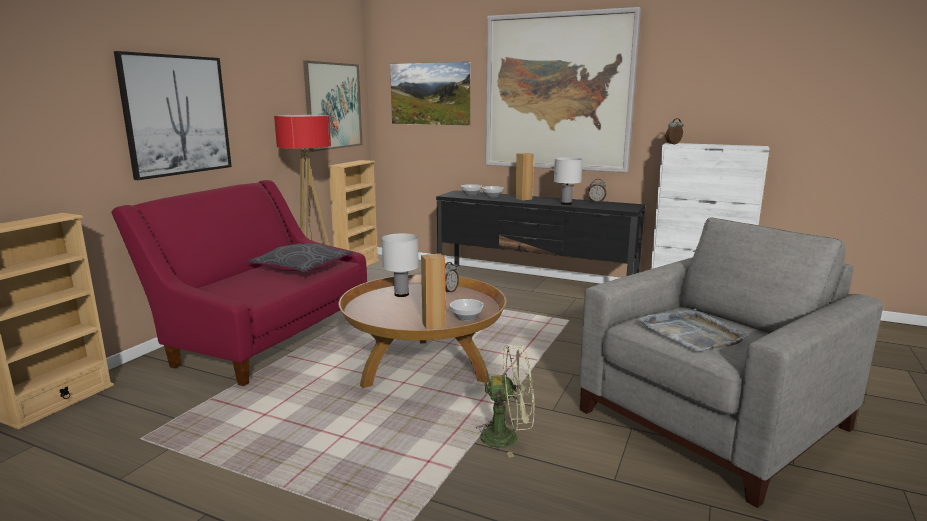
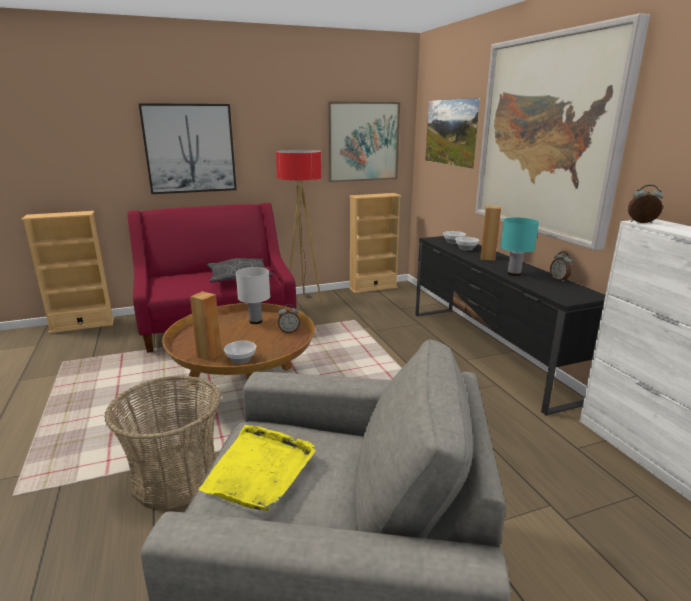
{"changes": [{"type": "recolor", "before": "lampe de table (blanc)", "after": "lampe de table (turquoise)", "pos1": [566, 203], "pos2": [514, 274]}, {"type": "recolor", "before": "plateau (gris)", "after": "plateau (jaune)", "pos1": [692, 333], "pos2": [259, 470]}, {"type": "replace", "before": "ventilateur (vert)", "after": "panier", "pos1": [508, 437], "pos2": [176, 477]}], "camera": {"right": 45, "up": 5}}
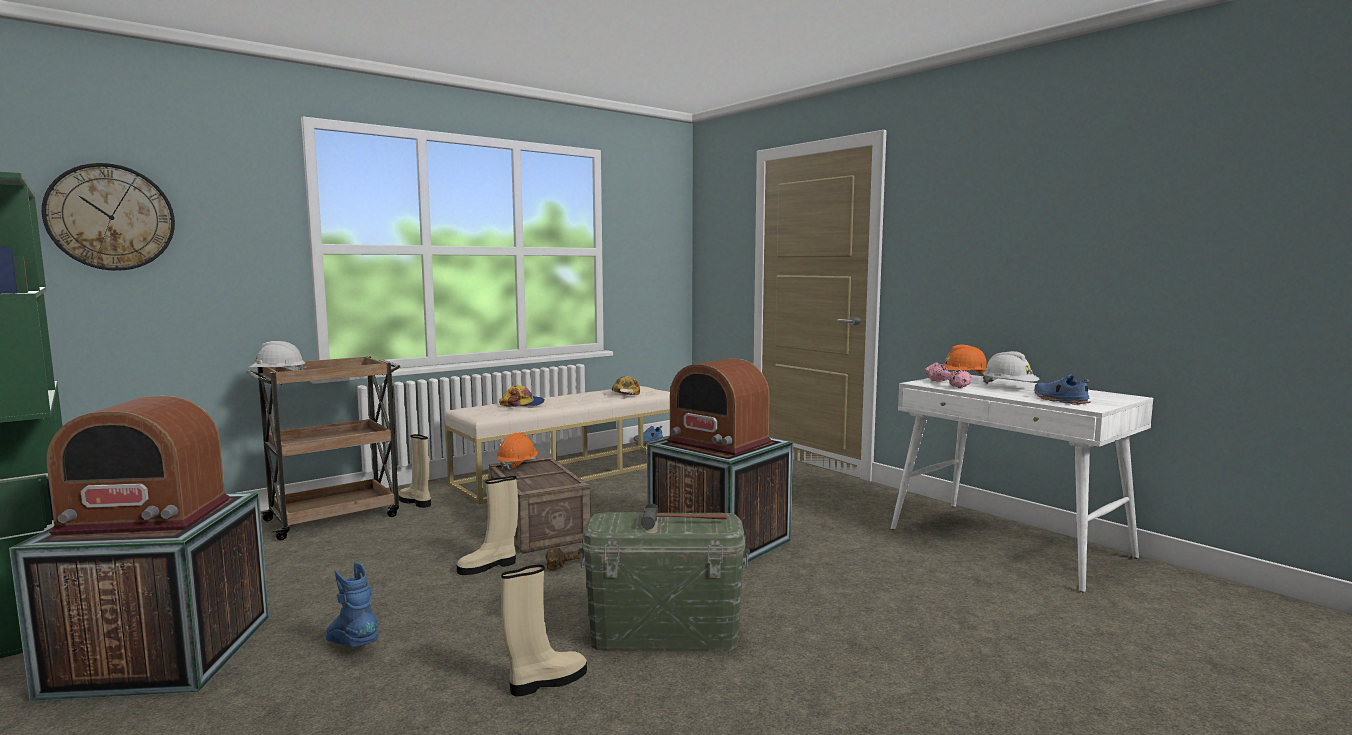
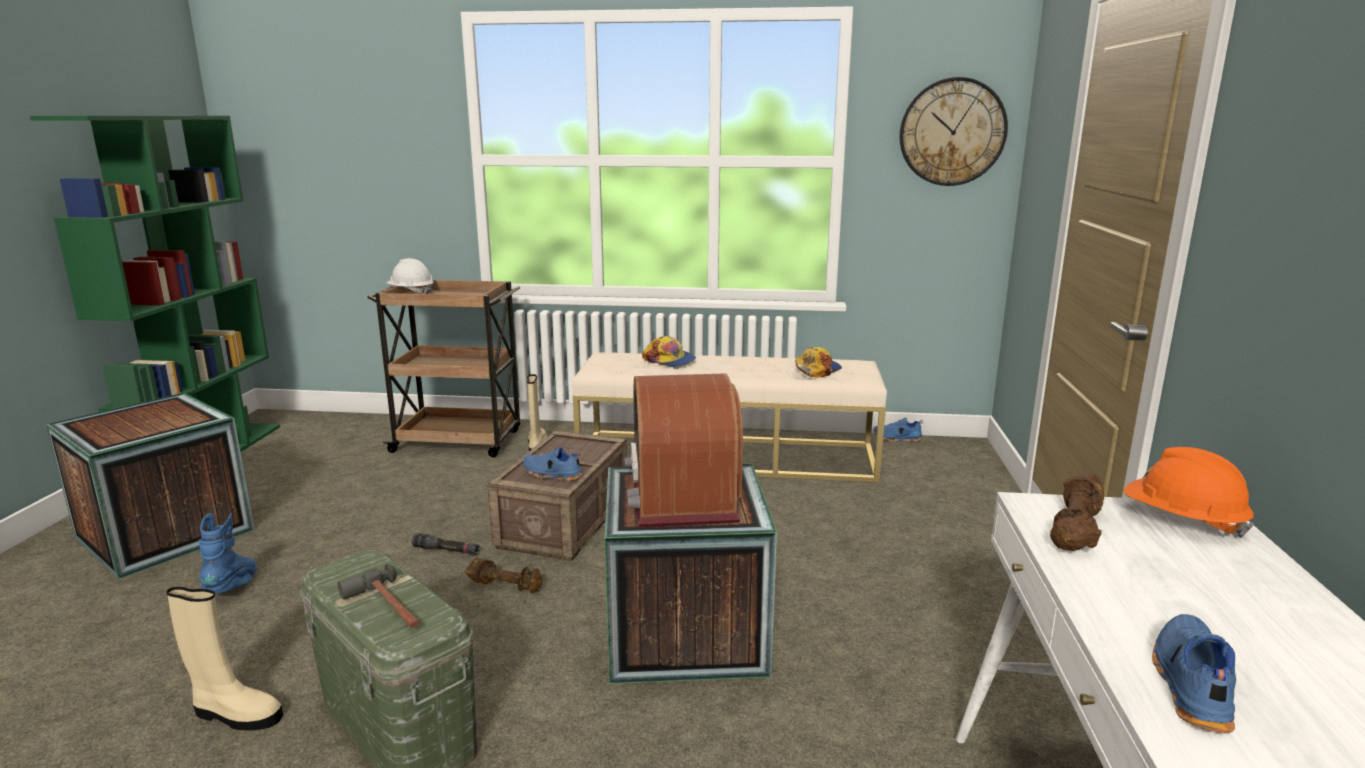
{"changes": [{"type": "move", "before": "horloge murale", "pos1": [111, 217], "pos2": [952, 132]}, {"type": "delete", "before": "casque de chantier (blanc)", "pos1": [1009, 387]}, {"type": "recolor", "before": "haltère (rose)", "after": "haltère (marron)", "pos1": [948, 385], "pos2": [1077, 530]}, {"type": "delete", "before": "radio", "pos1": [145, 517]}, {"type": "delete", "before": "casque de chantier (orange)", "pos1": [518, 465]}, {"type": "replace", "before": "botte (beige)", "after": "lampe de poche (noir)", "pos1": [489, 566], "pos2": [446, 550]}, {"type": "insert", "after": "chaussure (bleu)", "pos2": [552, 474]}], "camera": {"right": 45, "up": 10}}
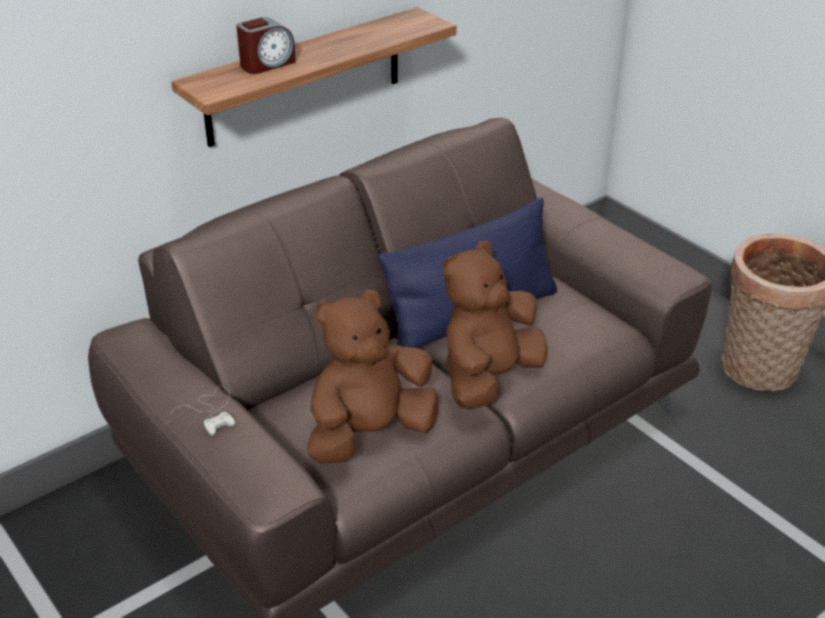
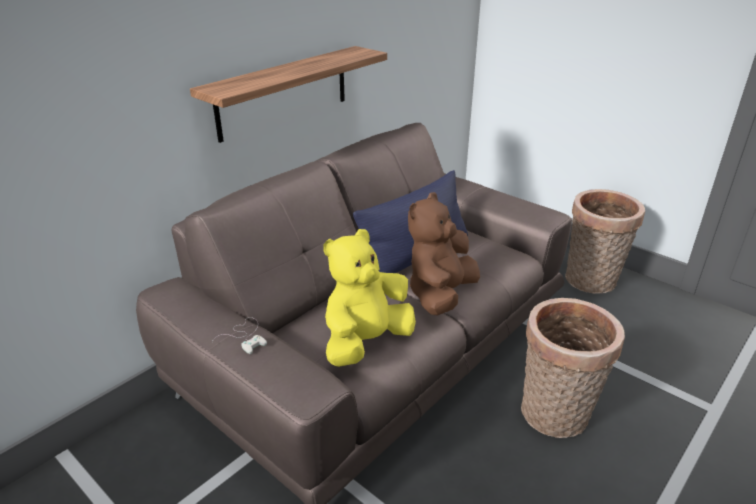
{"changes": [{"type": "delete", "before": "réveil", "pos1": [267, 64]}, {"type": "recolor", "before": "peluche (marron)", "after": "peluche (jaune)", "pos1": [369, 434], "pos2": [366, 342]}, {"type": "insert", "after": "panier", "pos2": [555, 417]}], "camera": {"right": -10, "up": -5}}
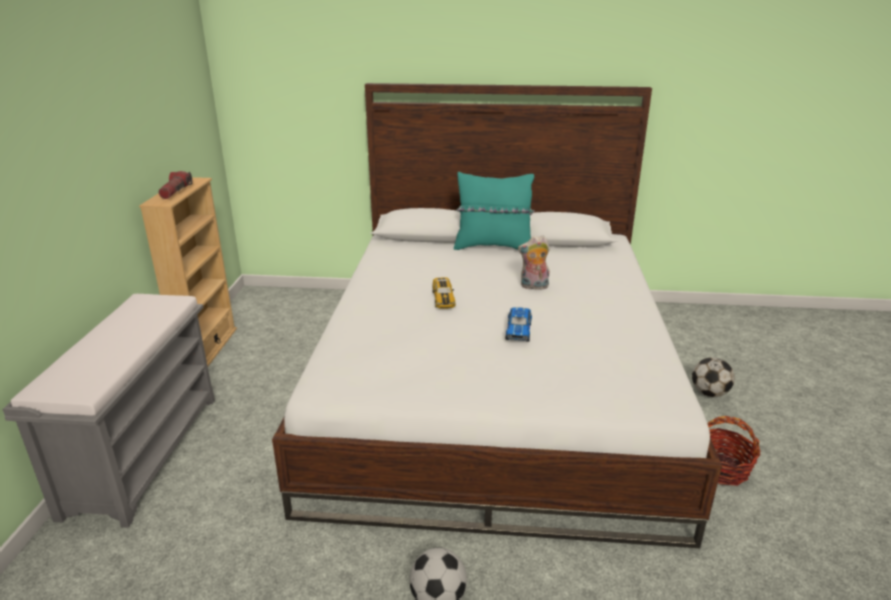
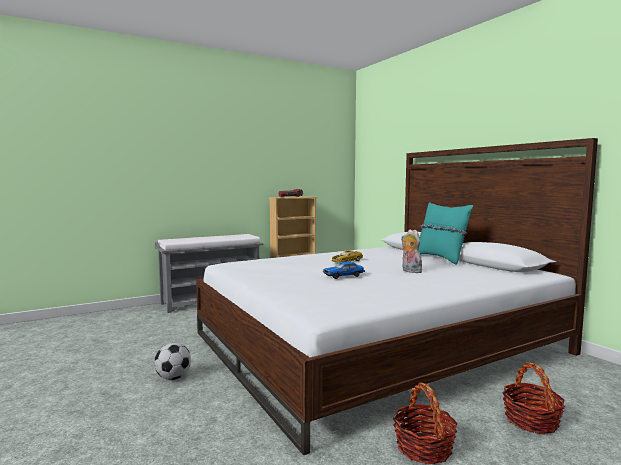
{"changes": [{"type": "replace", "before": "ballon de foot", "after": "panier", "pos1": [709, 393], "pos2": [531, 420]}], "camera": {"right": 55, "up": -20}}
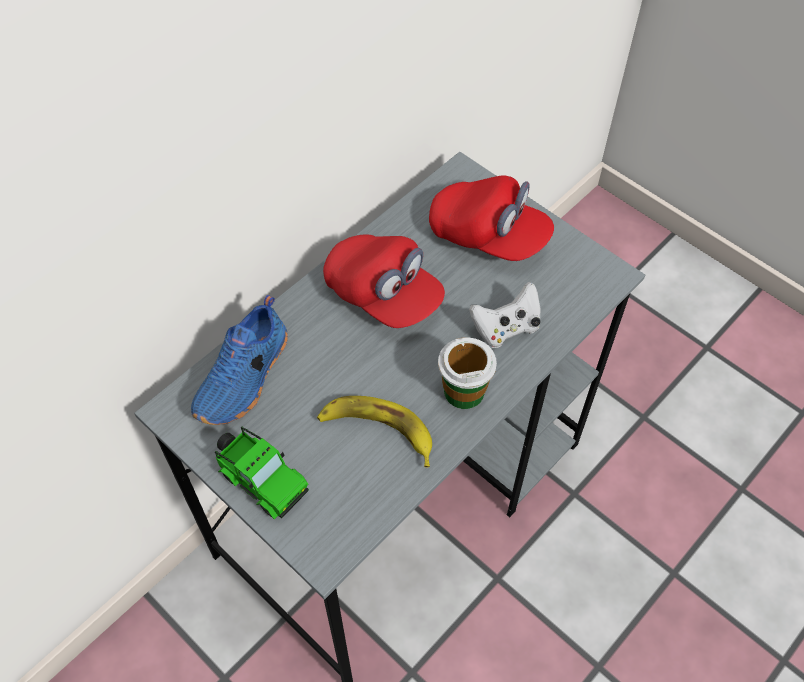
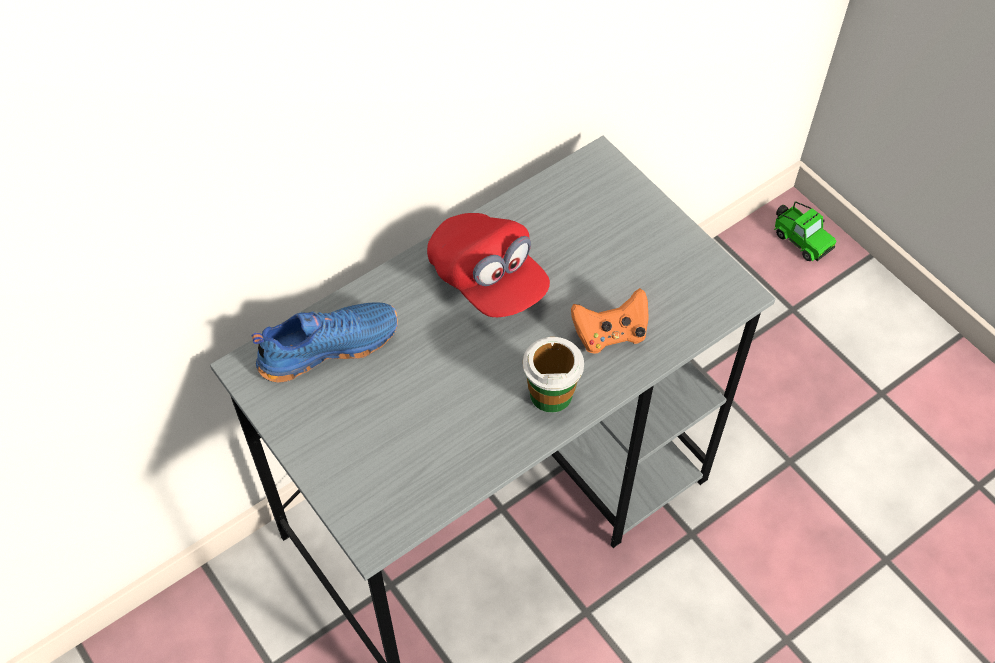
{"changes": [{"type": "delete", "before": "casquette (rouge)", "pos1": [488, 236]}, {"type": "recolor", "before": "manette (blanc)", "after": "manette (orange)", "pos1": [506, 328], "pos2": [610, 334]}, {"type": "rotate", "before": "chaussure (bleu)", "pos1": [245, 378], "pos2": [328, 346], "turn": -150}, {"type": "delete", "before": "banane", "pos1": [377, 431]}, {"type": "move", "before": "petite voiture", "pos1": [261, 480], "pos2": [800, 239]}], "camera": {"right": 10, "up": 0}}
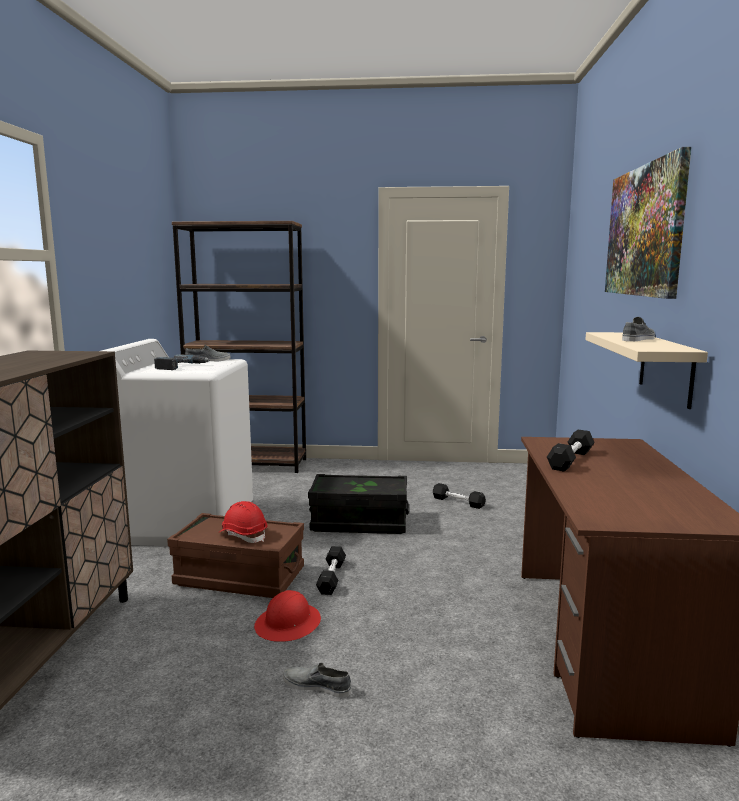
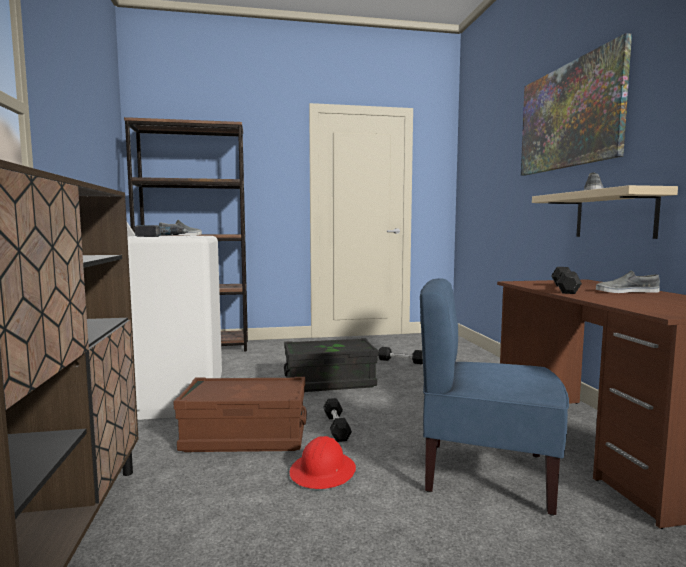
{"changes": [{"type": "delete", "before": "casque de chantier (rouge)", "pos1": [243, 535]}, {"type": "move", "before": "chaussure (gris)", "pos1": [317, 685], "pos2": [626, 292]}, {"type": "insert", "after": "chaise (bleu)", "pos2": [485, 474]}], "camera": {"right": -15, "up": -5}}
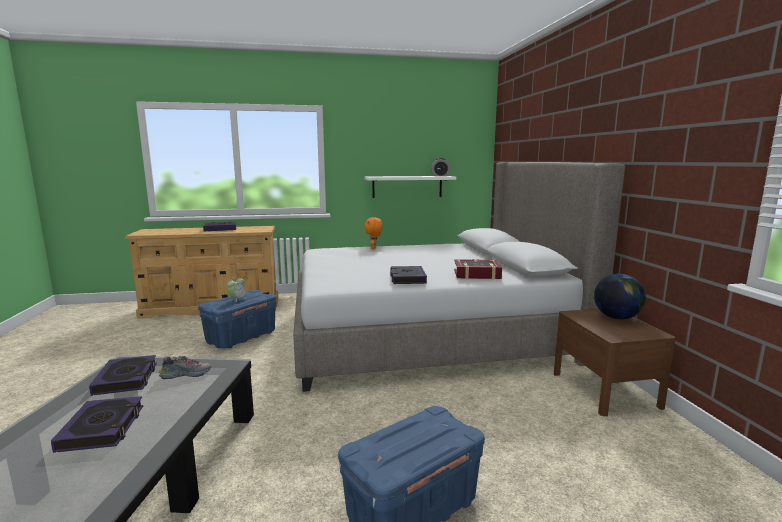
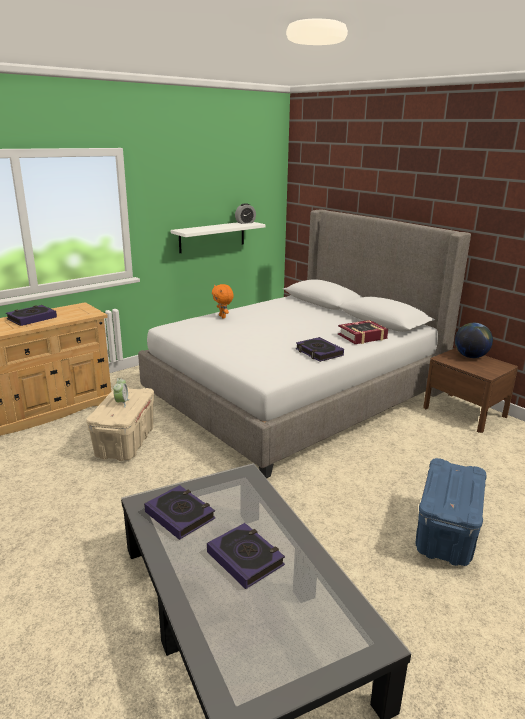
{"changes": [{"type": "recolor", "before": "boîte de rangement (bleu)", "after": "boîte de rangement (beige)", "pos1": [241, 337], "pos2": [125, 442]}, {"type": "delete", "before": "chaussure", "pos1": [186, 374]}], "camera": {"right": -30, "up": 10}}
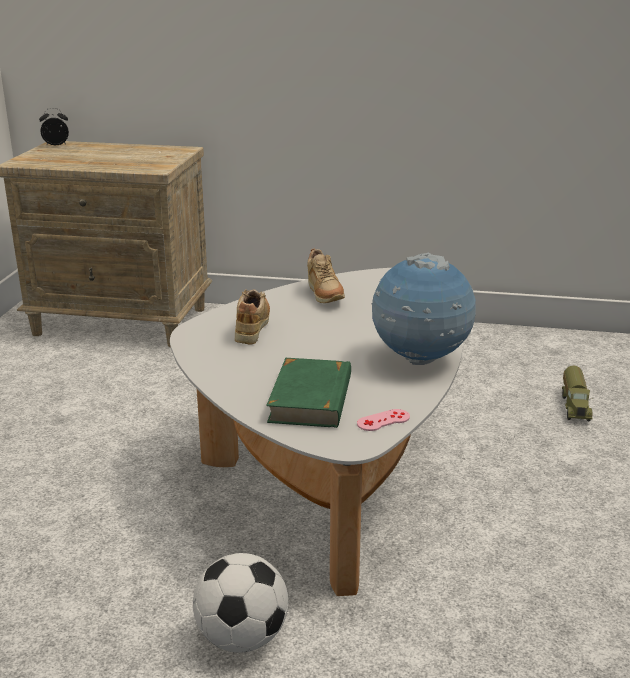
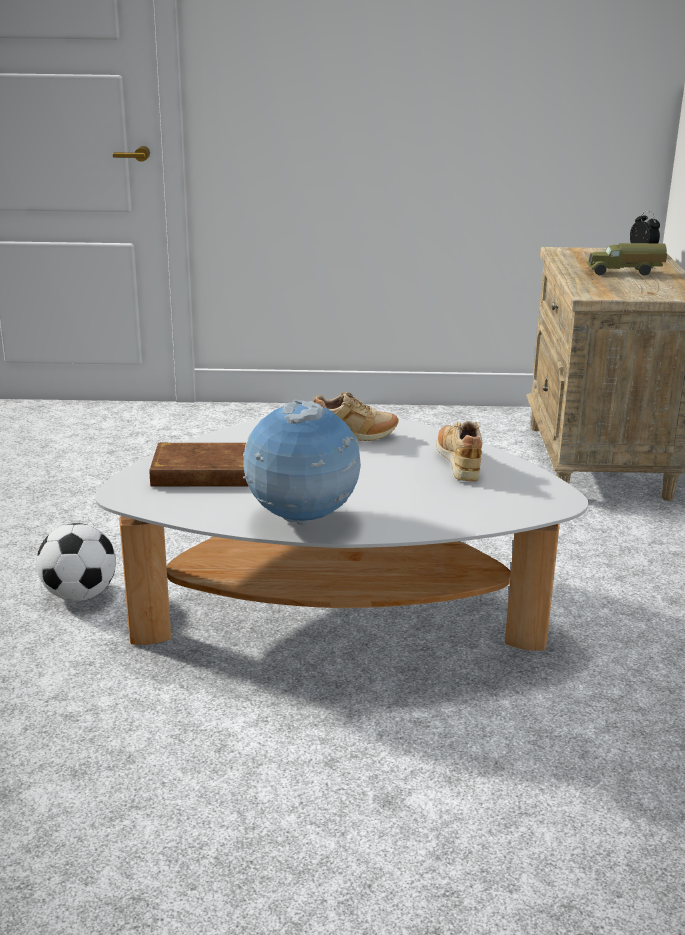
{"changes": [{"type": "rotate", "before": "chaussure (beige)", "pos1": [324, 296], "pos2": [458, 463], "turn": 105}, {"type": "recolor", "before": "livre (vert)", "after": "livre (marron)", "pos1": [311, 399], "pos2": [204, 473]}, {"type": "move", "before": "camion jouet", "pos1": [575, 406], "pos2": [625, 272]}, {"type": "delete", "before": "manette (rose)", "pos1": [383, 420]}], "camera": {"right": 80, "up": 0}}
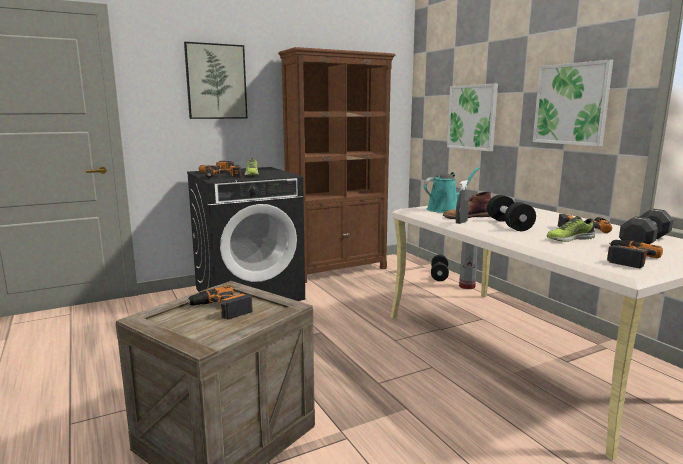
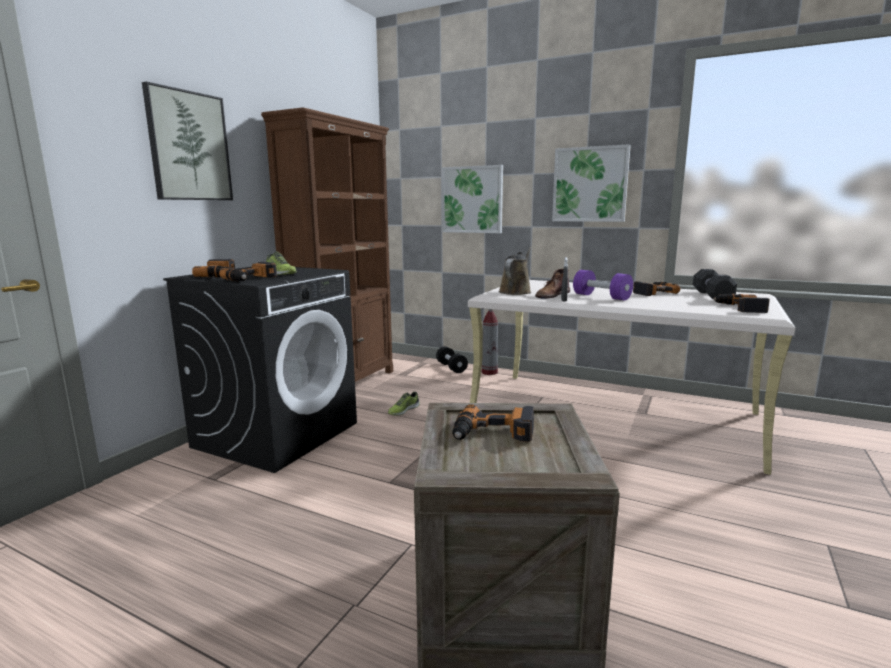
{"changes": [{"type": "recolor", "before": "arrosoir (turquoise)", "after": "arrosoir (marron)", "pos1": [445, 209], "pos2": [516, 291]}, {"type": "recolor", "before": "haltère (noir)", "after": "haltère (violet)", "pos1": [509, 225], "pos2": [601, 297]}, {"type": "move", "before": "chaussure", "pos1": [569, 239], "pos2": [403, 410]}], "camera": {"right": -35, "up": 0}}
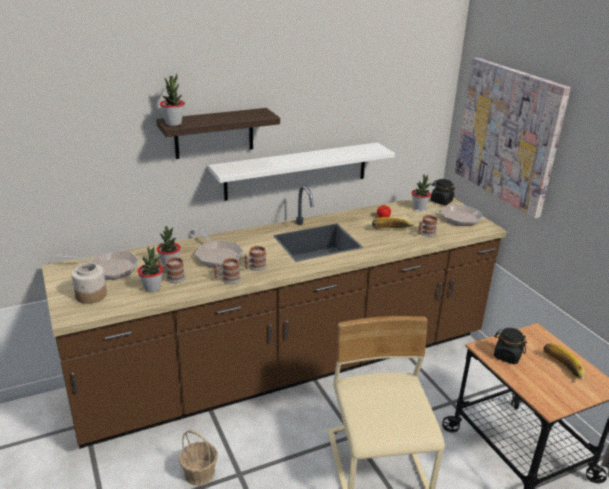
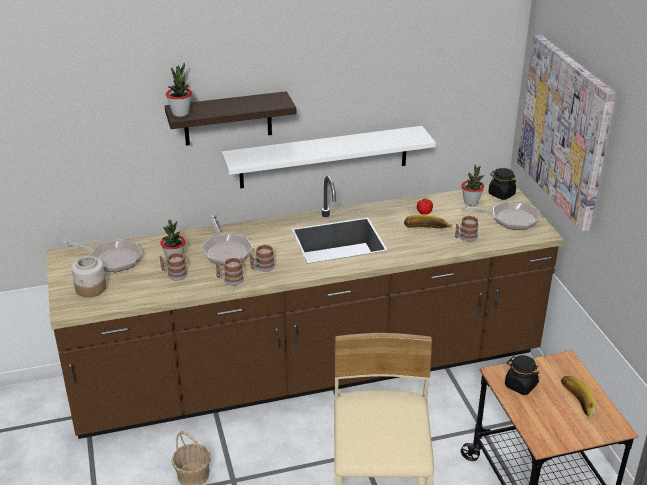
{"changes": [{"type": "delete", "before": "plante en pot", "pos1": [152, 288]}], "camera": {"right": 10, "up": 5}}
